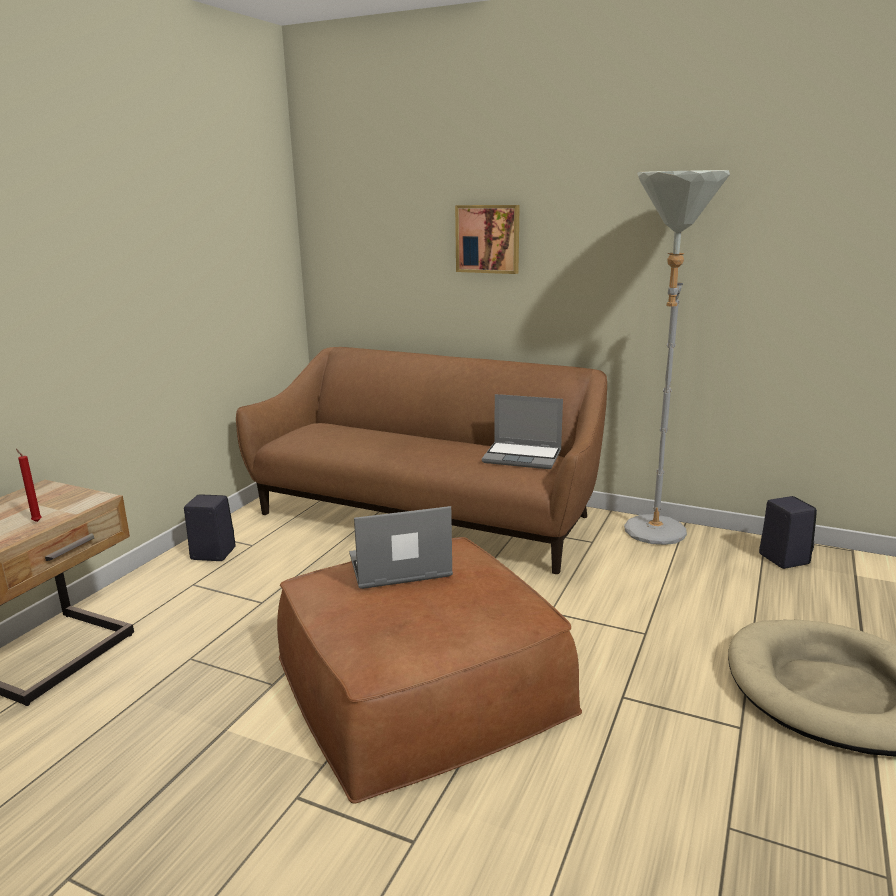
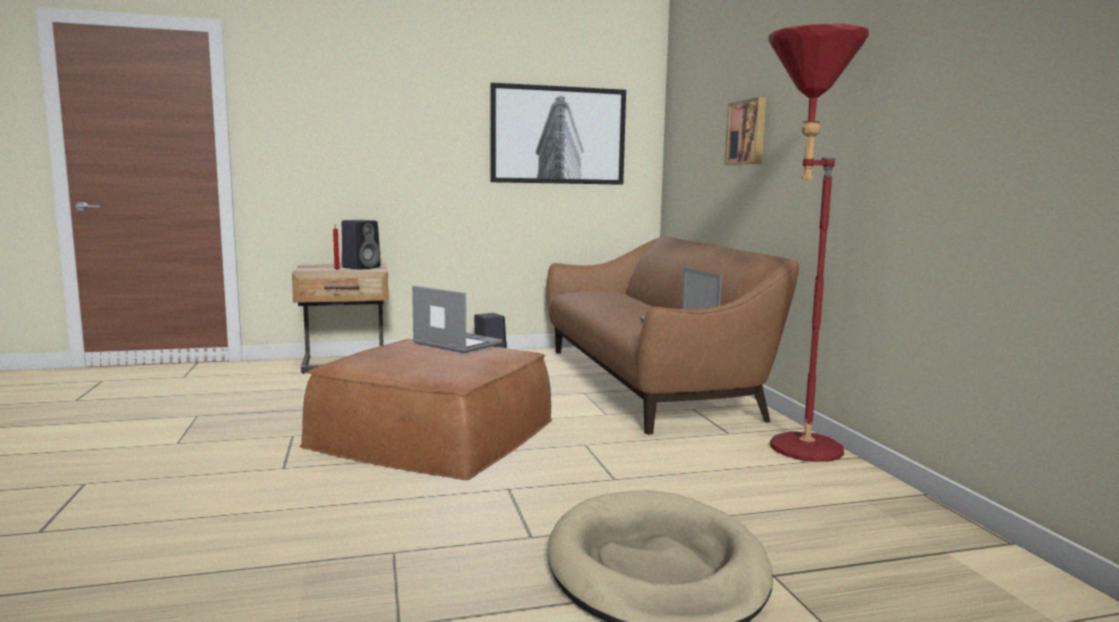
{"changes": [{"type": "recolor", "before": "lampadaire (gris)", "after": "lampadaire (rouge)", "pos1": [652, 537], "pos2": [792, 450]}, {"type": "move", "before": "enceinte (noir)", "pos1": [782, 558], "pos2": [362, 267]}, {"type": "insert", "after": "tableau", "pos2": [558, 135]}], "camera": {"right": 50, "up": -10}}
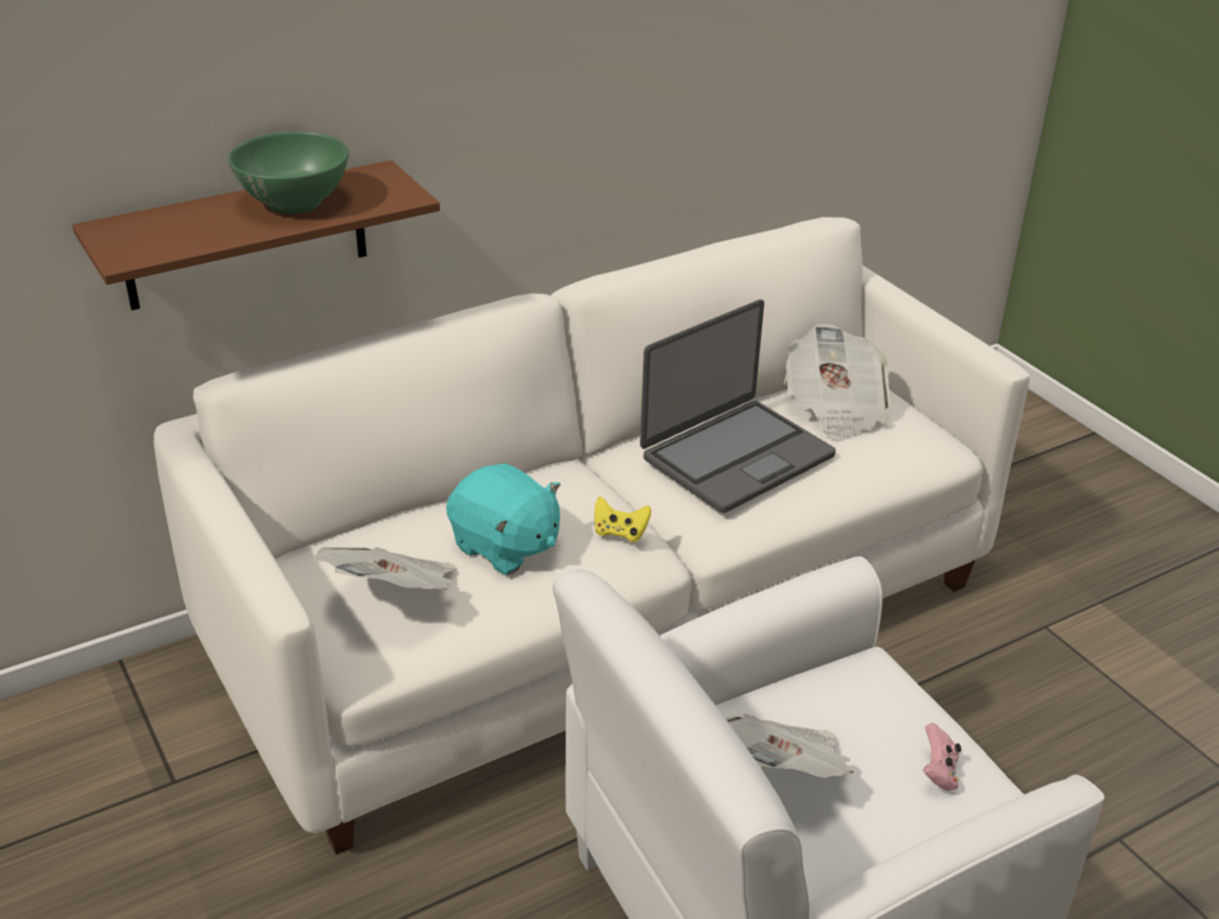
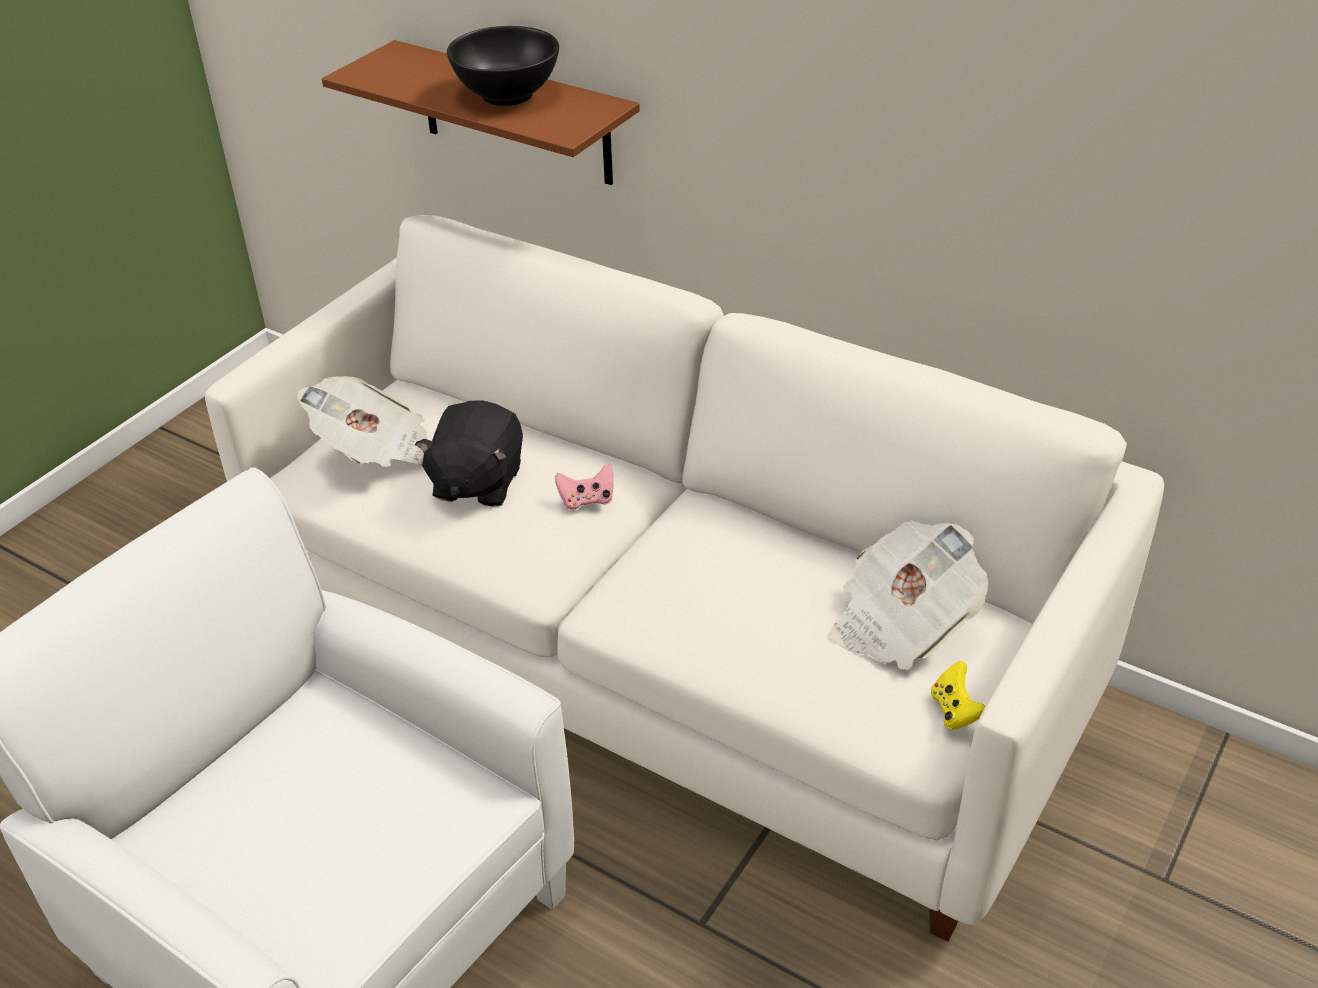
{"changes": [{"type": "recolor", "before": "bol (vert)", "after": "bol (noir)", "pos1": [295, 202], "pos2": [508, 95]}, {"type": "delete", "before": "ordinateur portable", "pos1": [735, 456]}, {"type": "recolor", "before": "peluche (turquoise)", "after": "peluche (noir)", "pos1": [505, 547], "pos2": [477, 482]}, {"type": "move", "before": "manette (jaune)", "pos1": [620, 533], "pos2": [954, 711]}, {"type": "delete", "before": "journal", "pos1": [780, 773]}, {"type": "move", "before": "manette (rose)", "pos1": [938, 772], "pos2": [587, 500]}], "camera": {"right": 65, "up": 5}}
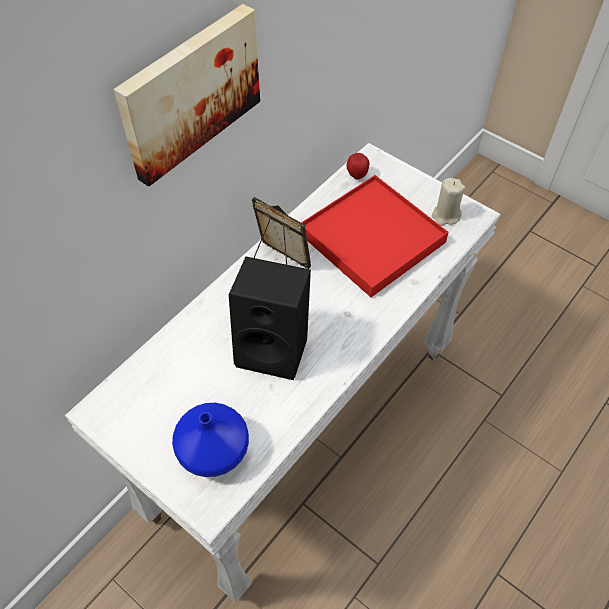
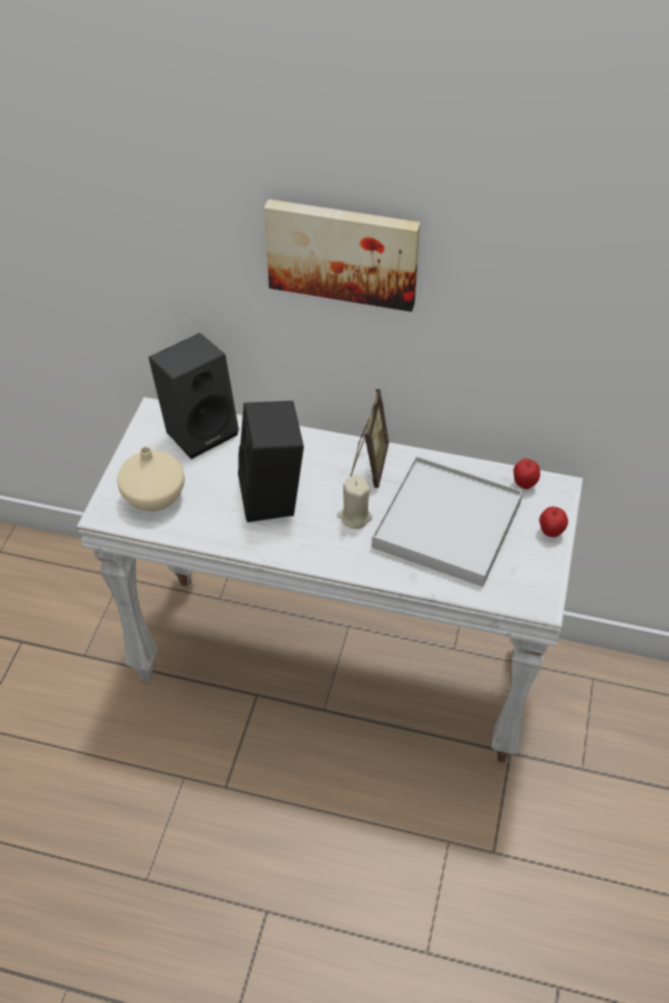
{"changes": [{"type": "recolor", "before": "plateau (rouge)", "after": "plateau (blanc)", "pos1": [372, 238], "pos2": [447, 524]}, {"type": "move", "before": "bougie (beige)", "pos1": [445, 215], "pos2": [354, 516]}, {"type": "recolor", "before": "vase (bleu)", "after": "vase (beige)", "pos1": [213, 450], "pos2": [155, 495]}, {"type": "insert", "after": "enceinte (noir)", "pos2": [200, 429]}, {"type": "insert", "after": "pomme", "pos2": [550, 532]}], "camera": {"right": 65, "up": -5}}
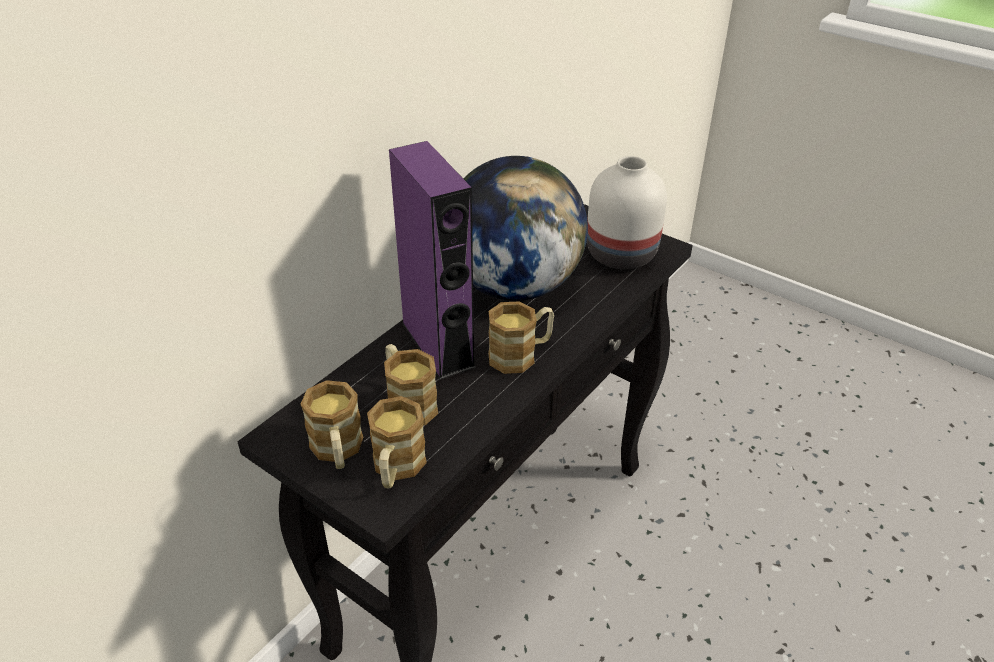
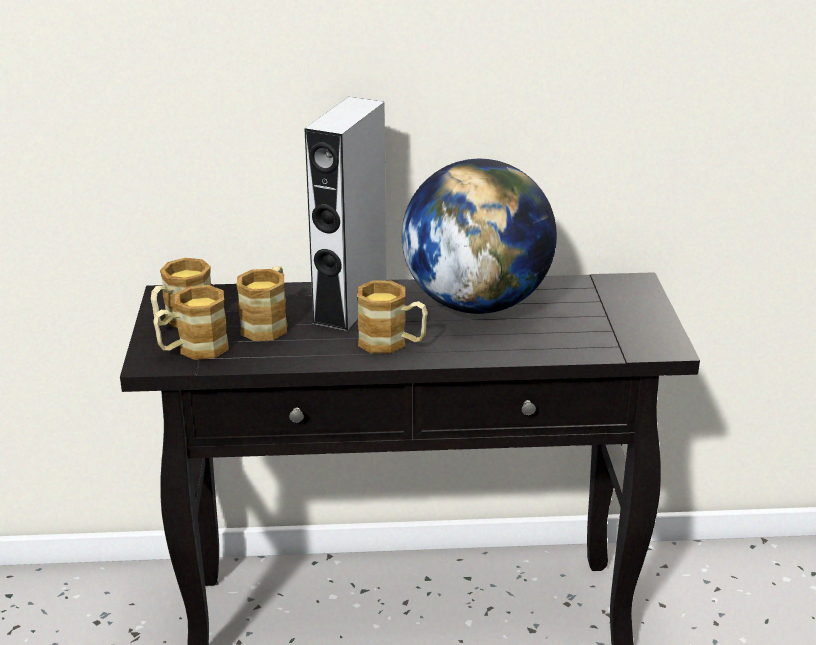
{"changes": [{"type": "recolor", "before": "enceinte (violet)", "after": "enceinte (gris)", "pos1": [437, 344], "pos2": [350, 306]}, {"type": "delete", "before": "vase (blanc)", "pos1": [621, 255]}], "camera": {"right": 50, "up": -10}}
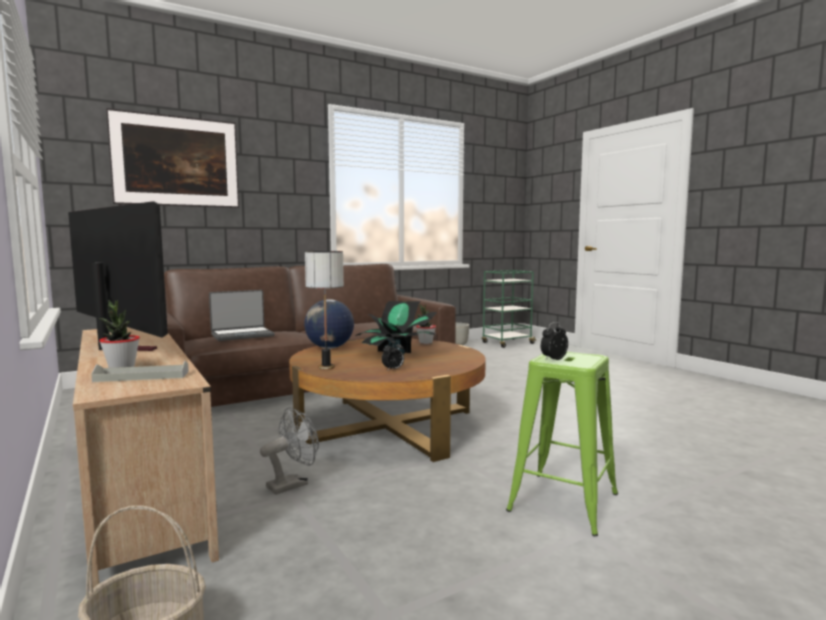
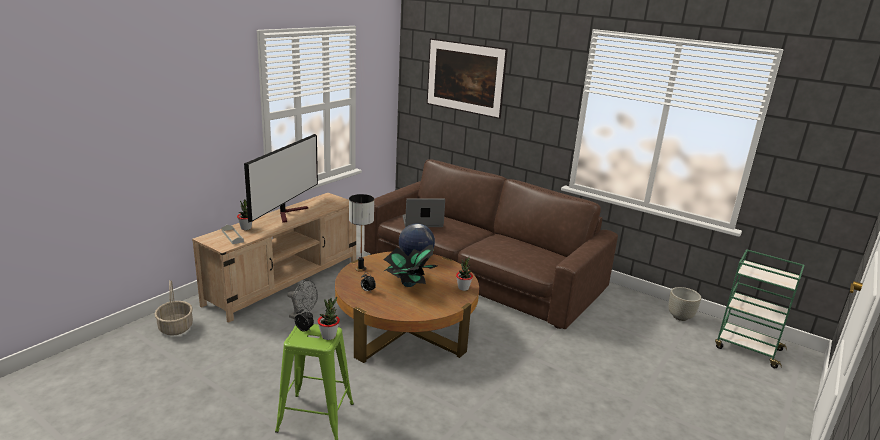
{"changes": [{"type": "rotate", "before": "ordinateur portable", "pos1": [242, 335], "pos2": [422, 222], "turn": 135}, {"type": "insert", "after": "plante en pot", "pos2": [328, 336]}], "camera": {"right": 65, "up": 15}}
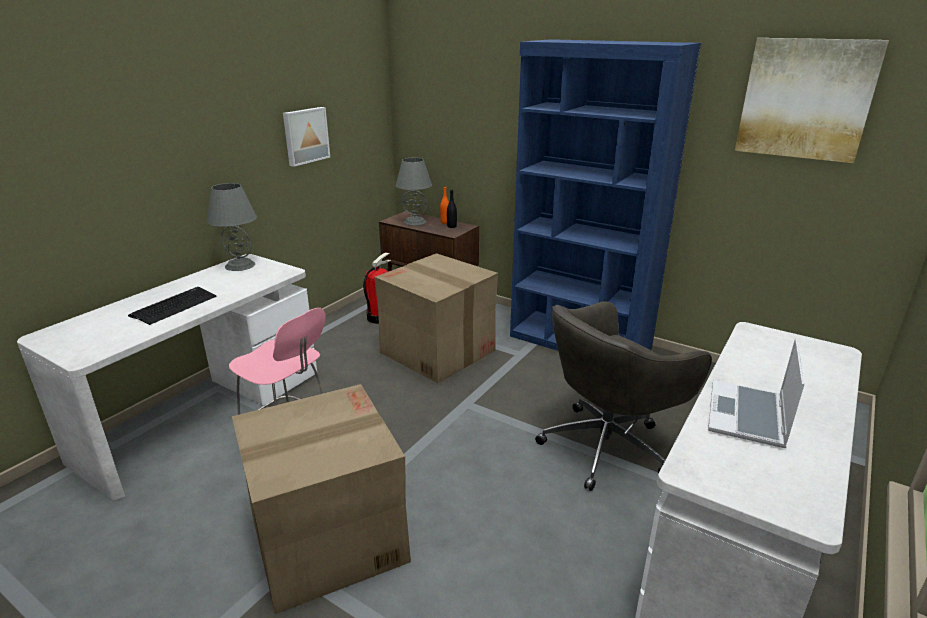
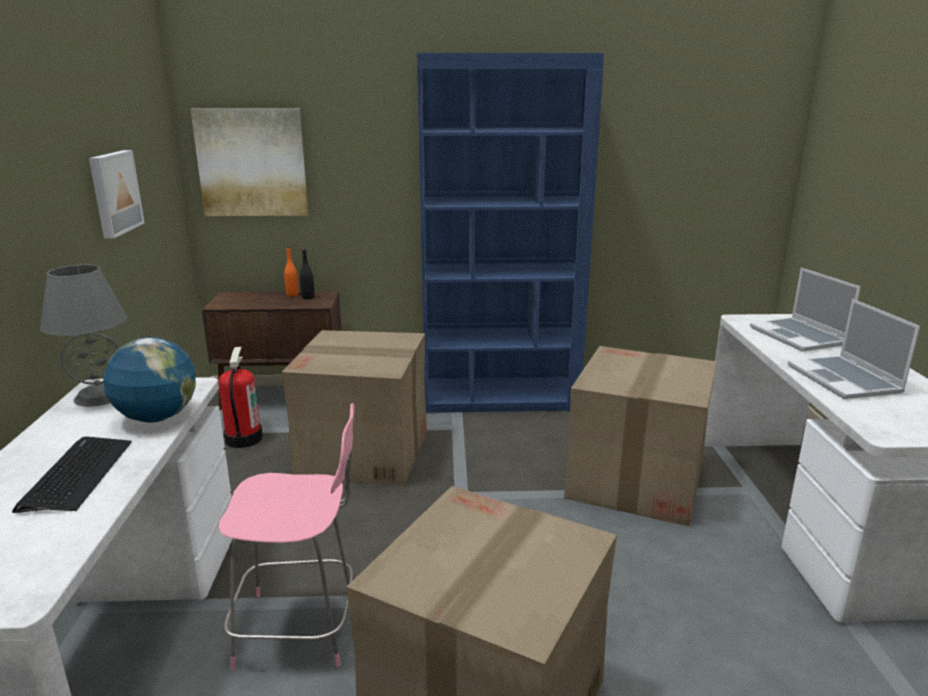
{"changes": [{"type": "move", "before": "tableau", "pos1": [805, 99], "pos2": [252, 162]}, {"type": "delete", "before": "lampe de table (gris)", "pos1": [415, 221]}, {"type": "replace", "before": "chaise de bureau (gris)", "after": "carton", "pos1": [607, 445], "pos2": [635, 481]}, {"type": "insert", "after": "ordinateur portable", "pos2": [799, 336]}, {"type": "insert", "after": "globe", "pos2": [157, 417]}], "camera": {"right": -35, "up": -5}}
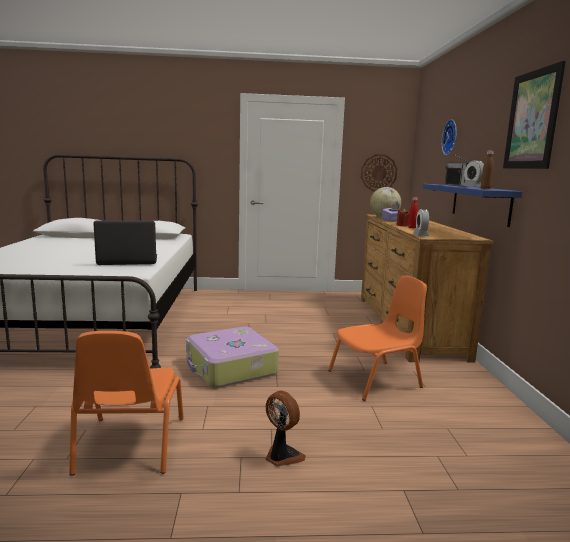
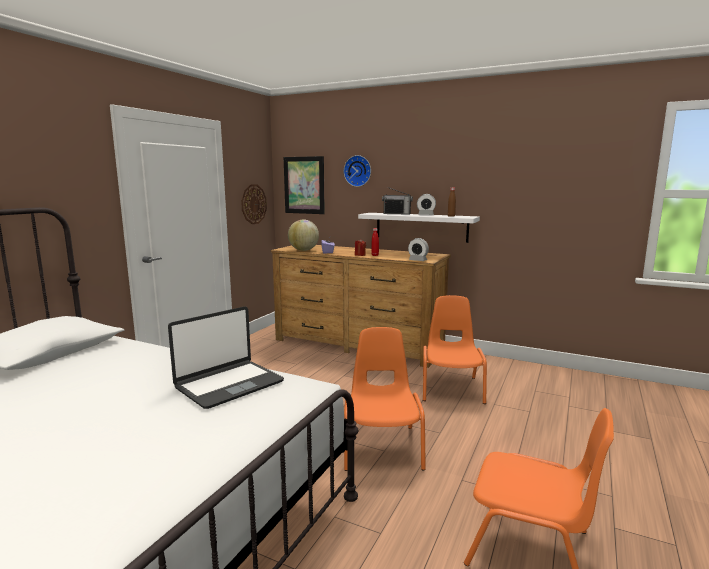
{"changes": [{"type": "move", "before": "tableau", "pos1": [532, 120], "pos2": [304, 185]}, {"type": "recolor", "before": "étagère (bleu)", "after": "étagère (blanc)", "pos1": [480, 203], "pos2": [421, 227]}, {"type": "rotate", "before": "ordinateur portable", "pos1": [128, 261], "pos2": [228, 384], "turn": -150}, {"type": "replace", "before": "valise", "after": "chaise (orange)", "pos1": [230, 368], "pos2": [382, 446]}, {"type": "delete", "before": "ventilateur", "pos1": [282, 456]}], "camera": {"right": -60, "up": 0}}
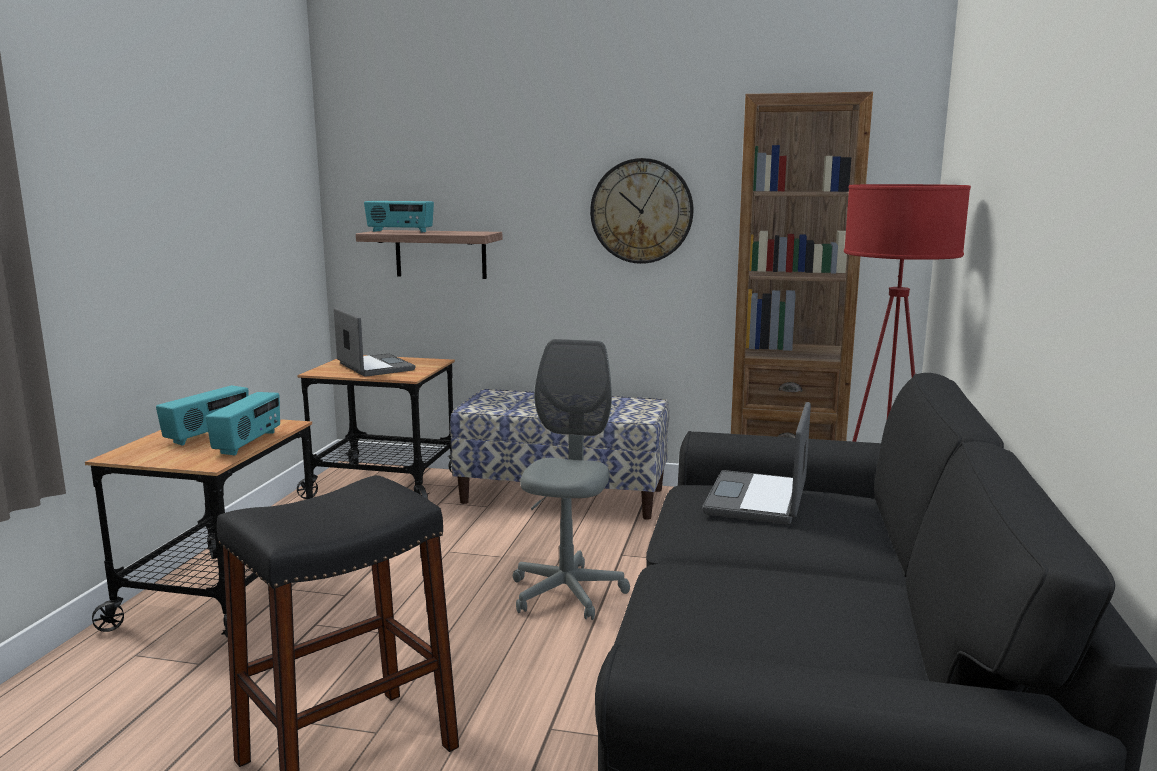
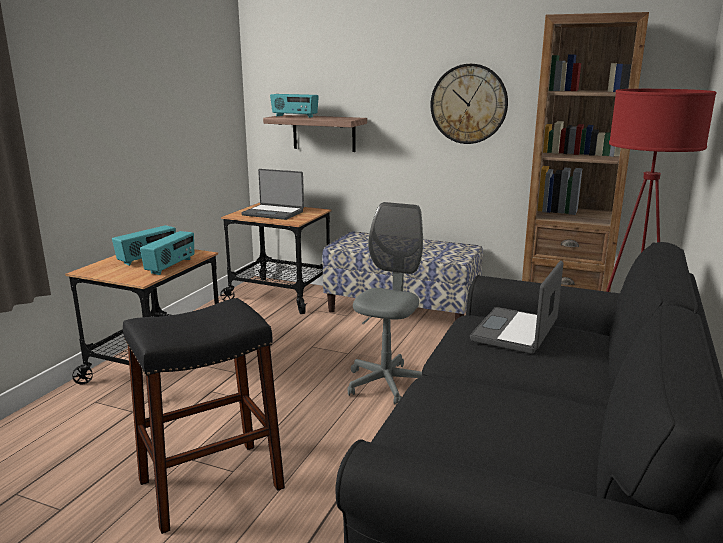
{"changes": [{"type": "rotate", "before": "ordinateur portable", "pos1": [374, 367], "pos2": [274, 213], "turn": 135}], "camera": {"right": 10, "up": 5}}
